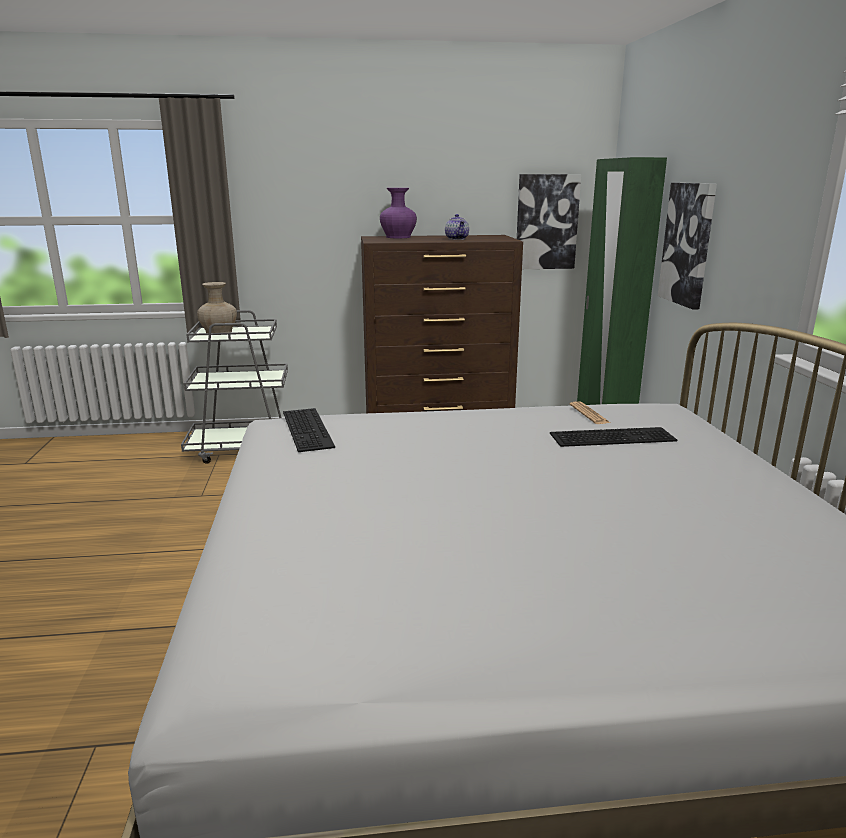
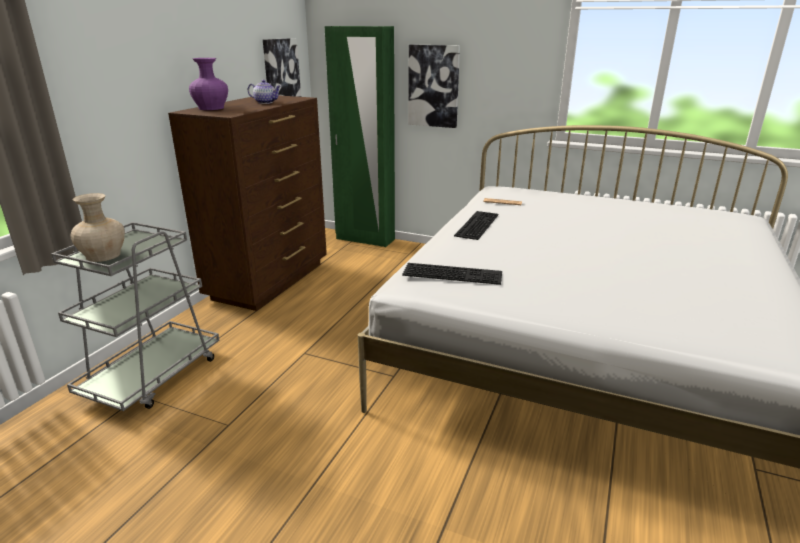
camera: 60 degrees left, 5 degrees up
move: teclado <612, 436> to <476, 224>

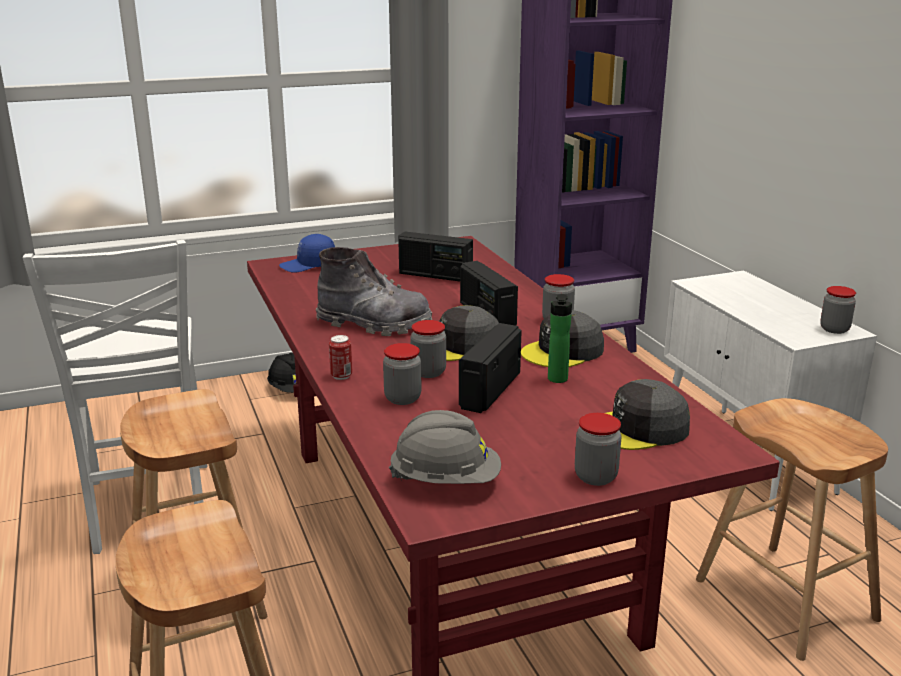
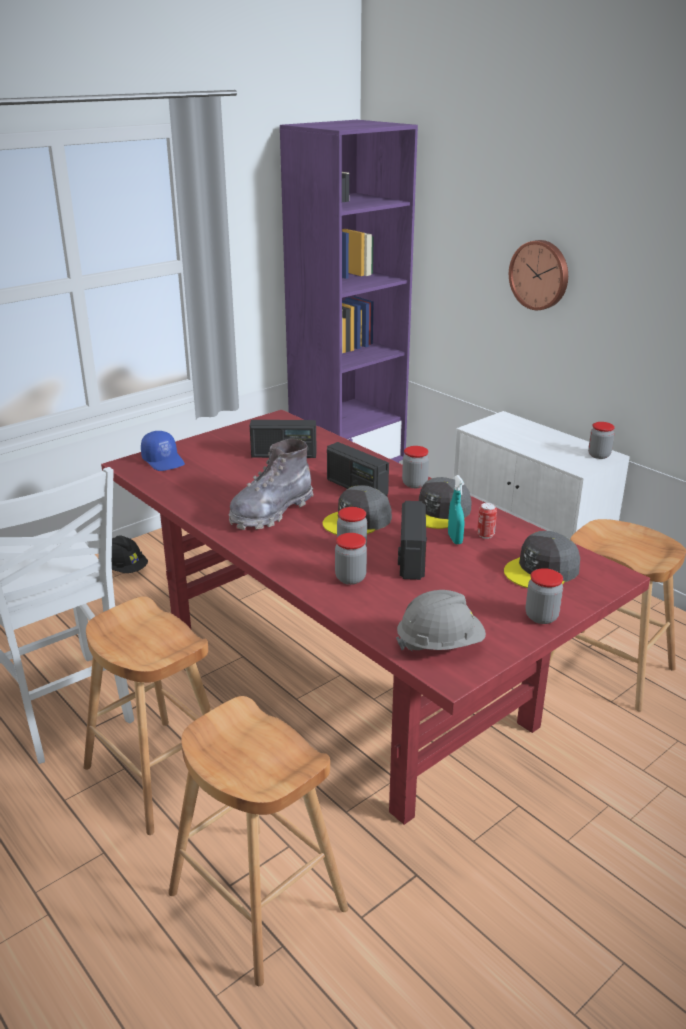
camera: 20 degrees left, 5 degrees up
insert: reloj de pared <540, 274>
move: lata <341, 376> to <485, 535>
replace: botella <557, 380> to pulverizador [turquesa] <455, 539>
rotate: gorra [azul] <308, 266> = <164, 461> 90 degrees counterclockwise; bota [gris] <374, 324> = <271, 512> 135 degrees clockwise

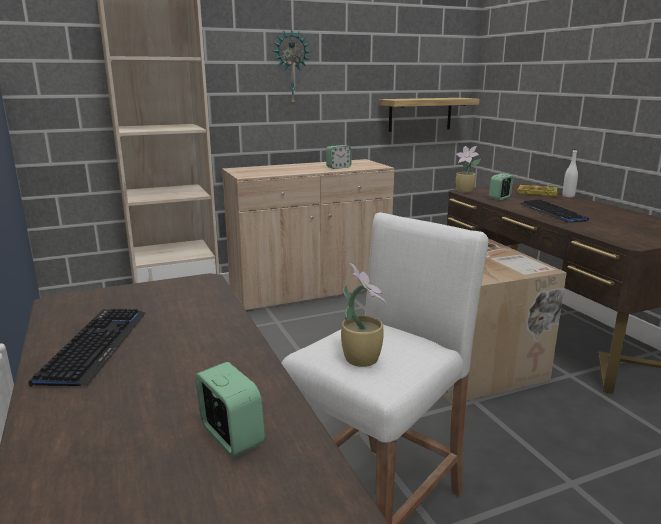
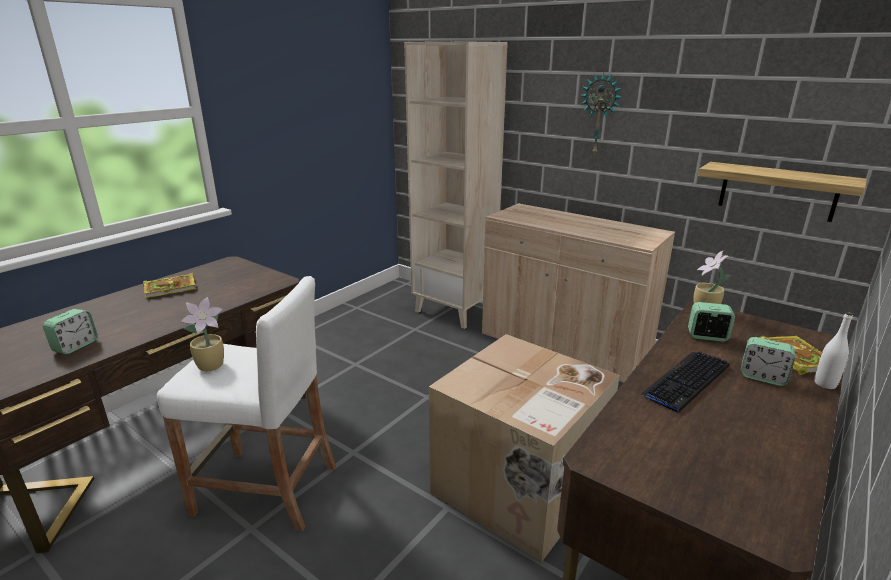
camera: 60 degrees right, 5 degrees up
move: despertador <338, 167> to <762, 377>
replace: teclado <95, 346> to libro <172, 288>

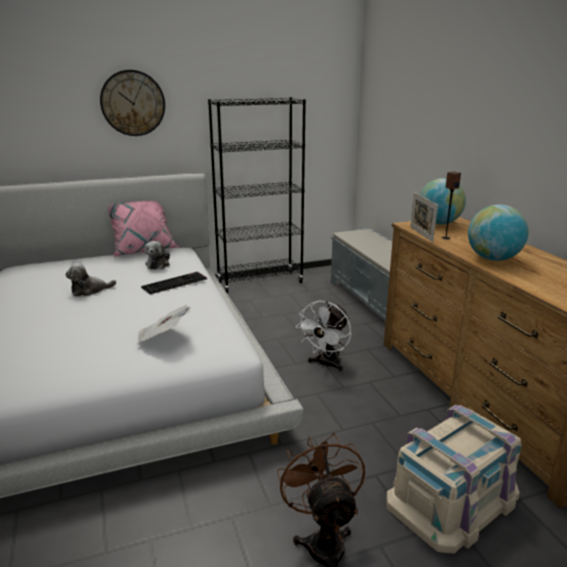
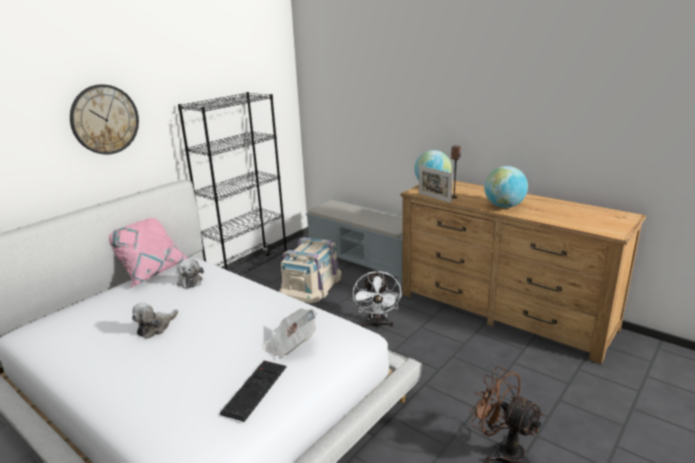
camera: 30 degrees left, 0 degrees up
move: teclado <175, 282> to <254, 388>; caja de almacenaje [beis] <452, 499> to <311, 284>

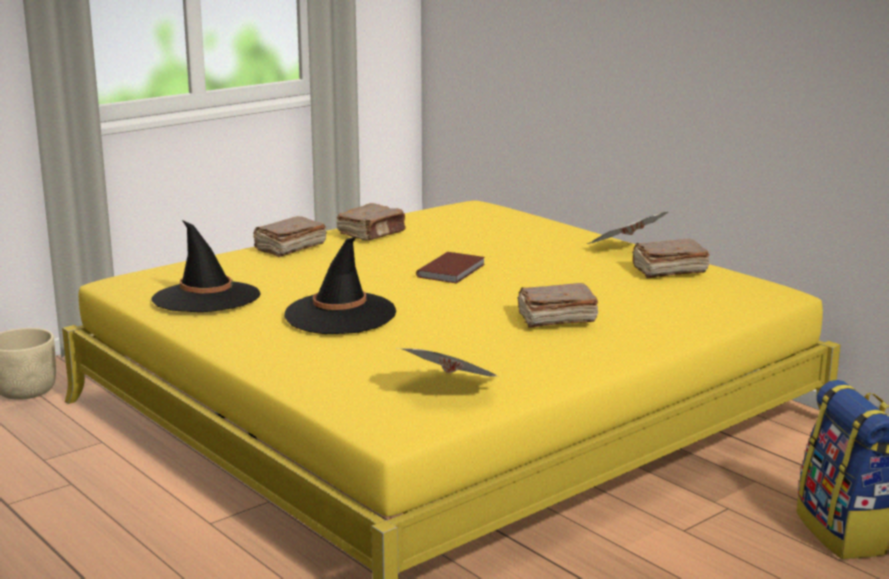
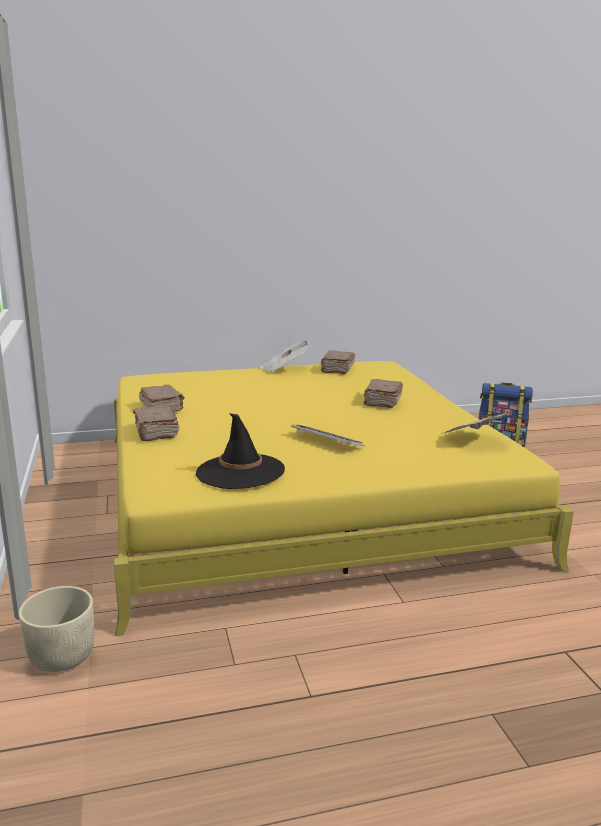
camera: 65 degrees left, 0 degrees up
delete: libro [marrón] <453, 270>
replace: sombrero [negro] <340, 314> to teclado <326, 441>

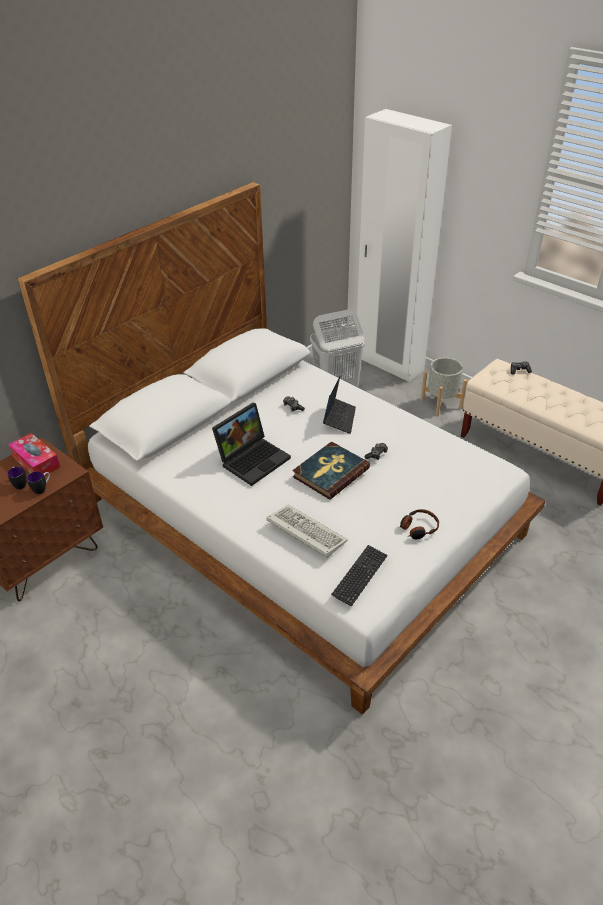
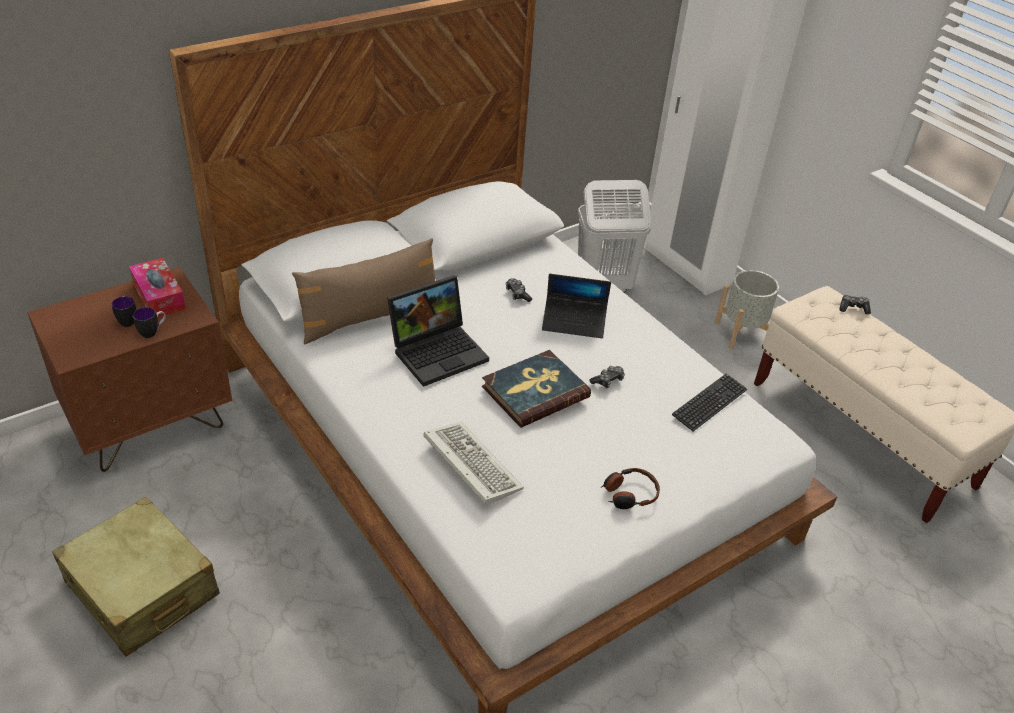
camera: 10 degrees right, 0 degrees up
insert: maleta [beis] <142, 590>; cojín [marrón] <370, 318>
move: teclado <360, 576> to <709, 403>
rotate: portátil <339, 419> = <574, 322> 75 degrees clockwise

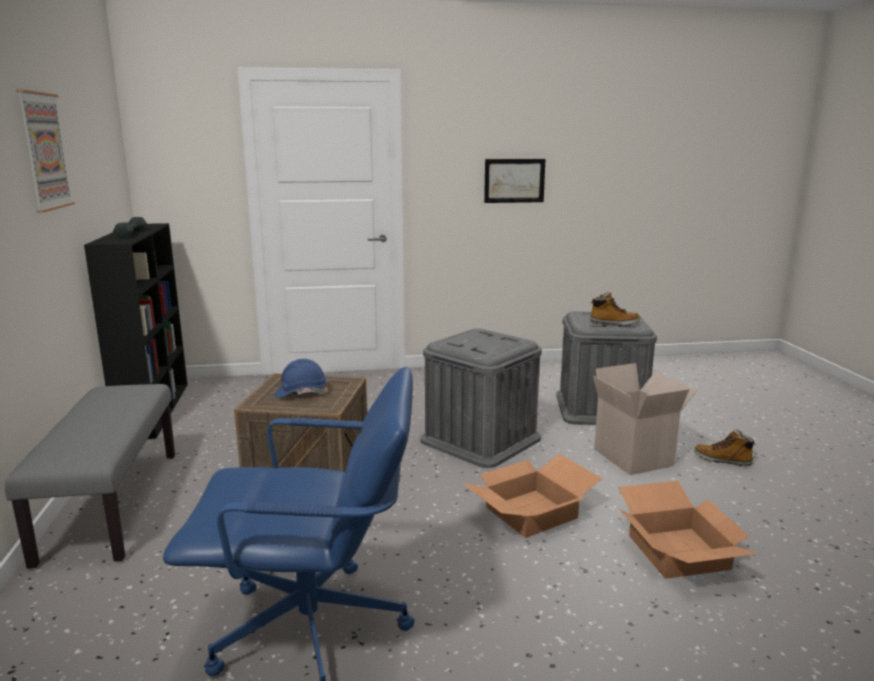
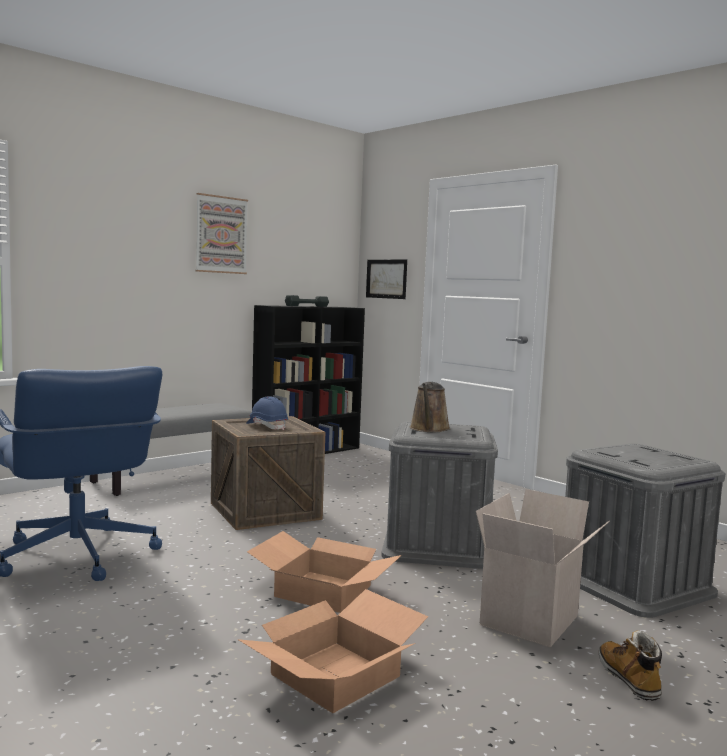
camera: 55 degrees right, 10 degrees down
delete: bota <614, 323>
insert: regadera [marrón] <429, 429>
move: cuadro <514, 180> to <386, 279>

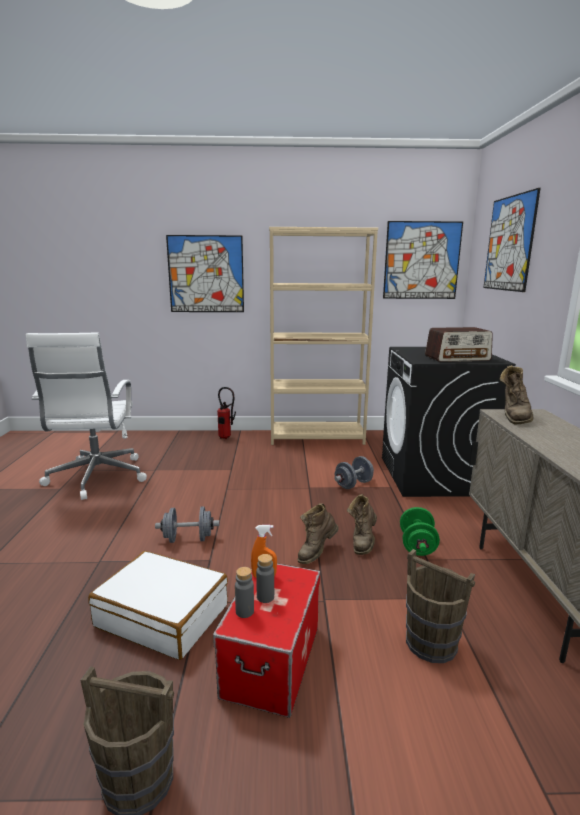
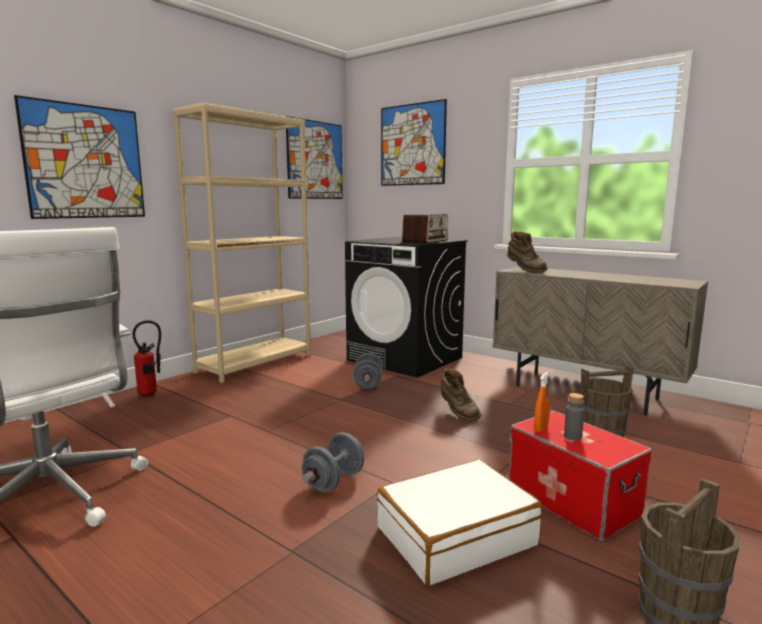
camera: 50 degrees left, 5 degrees down
delete: botella [gris] <244, 611>; bota [marrón] <316, 552>; mancuerna [verde] <417, 545>

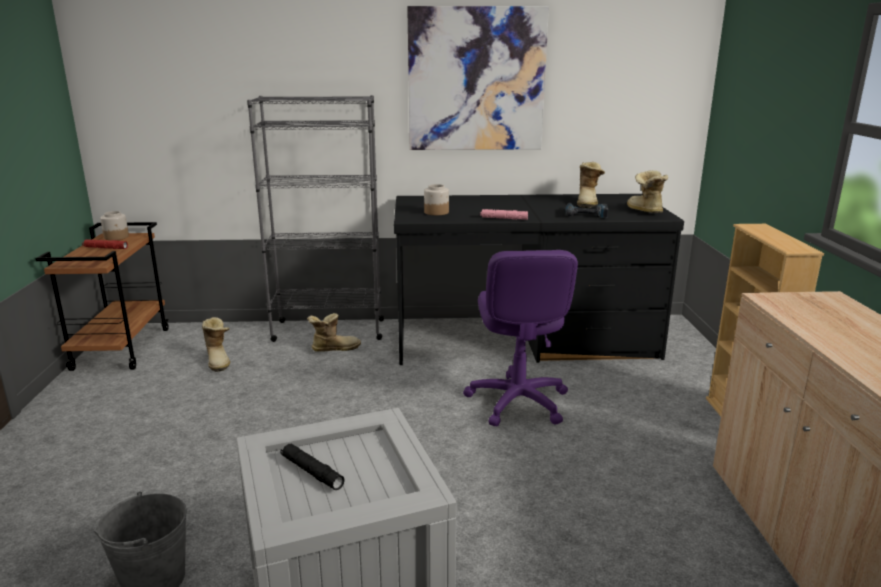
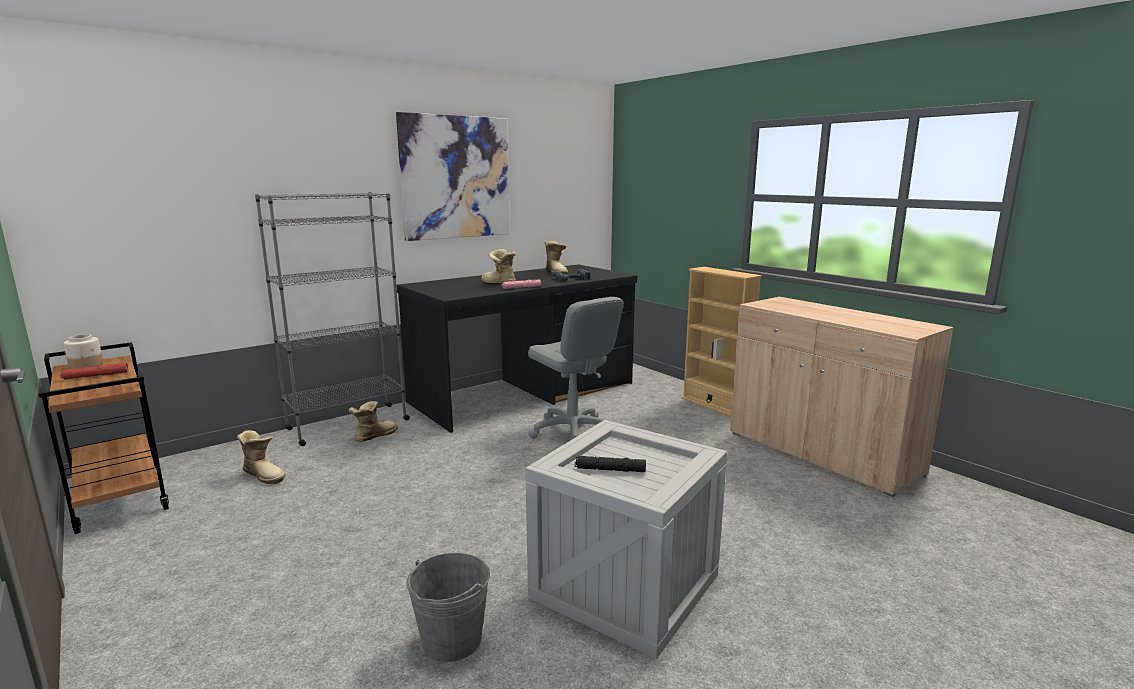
camera: 35 degrees left, 5 degrees down
delete: tarro <436, 212>
move: bota <643, 211> to <498, 283>
recolor: silla de oficina [morado] <517, 402> to silla de oficina [gris] <572, 431>

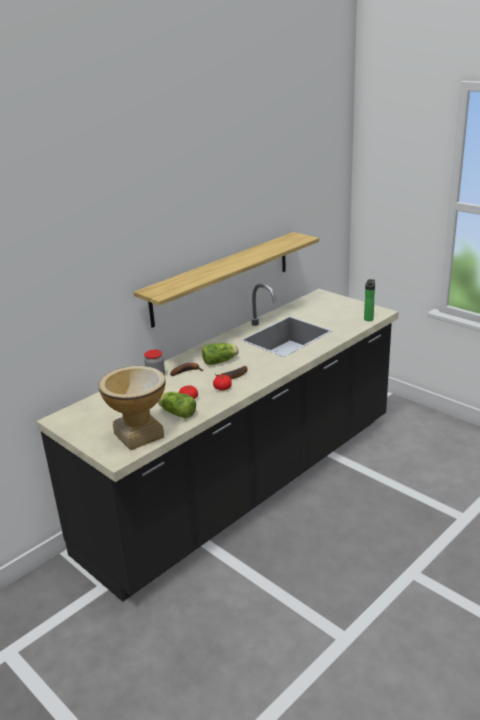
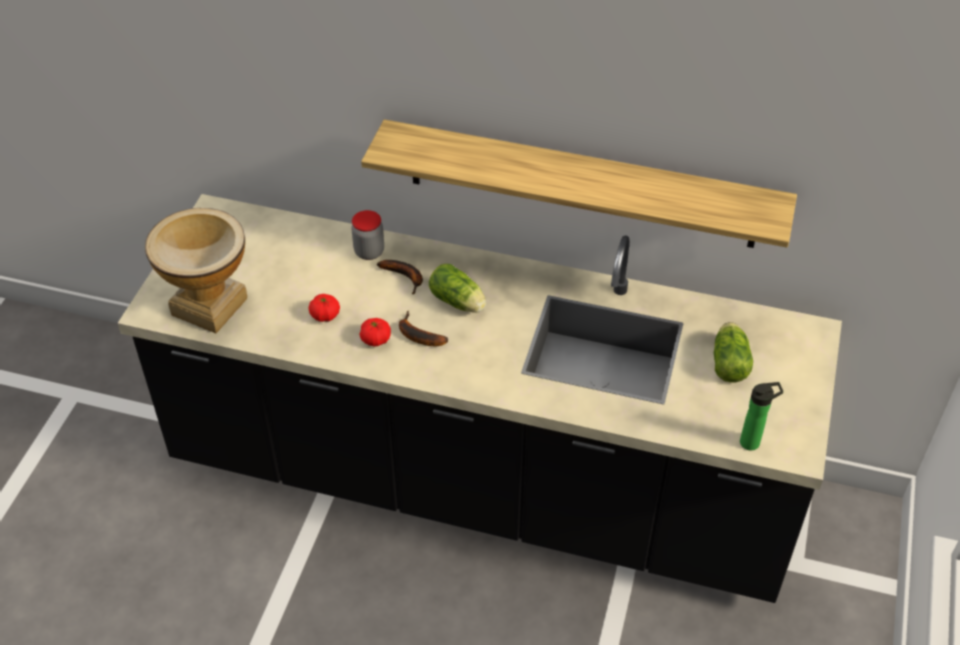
camera: 60 degrees right, 20 degrees up
move: lechuga <176, 413> to <729, 361>

